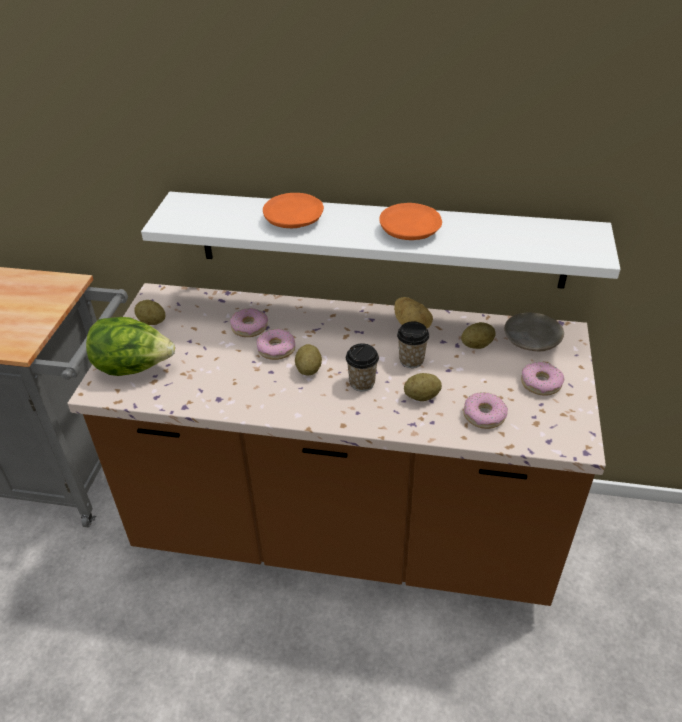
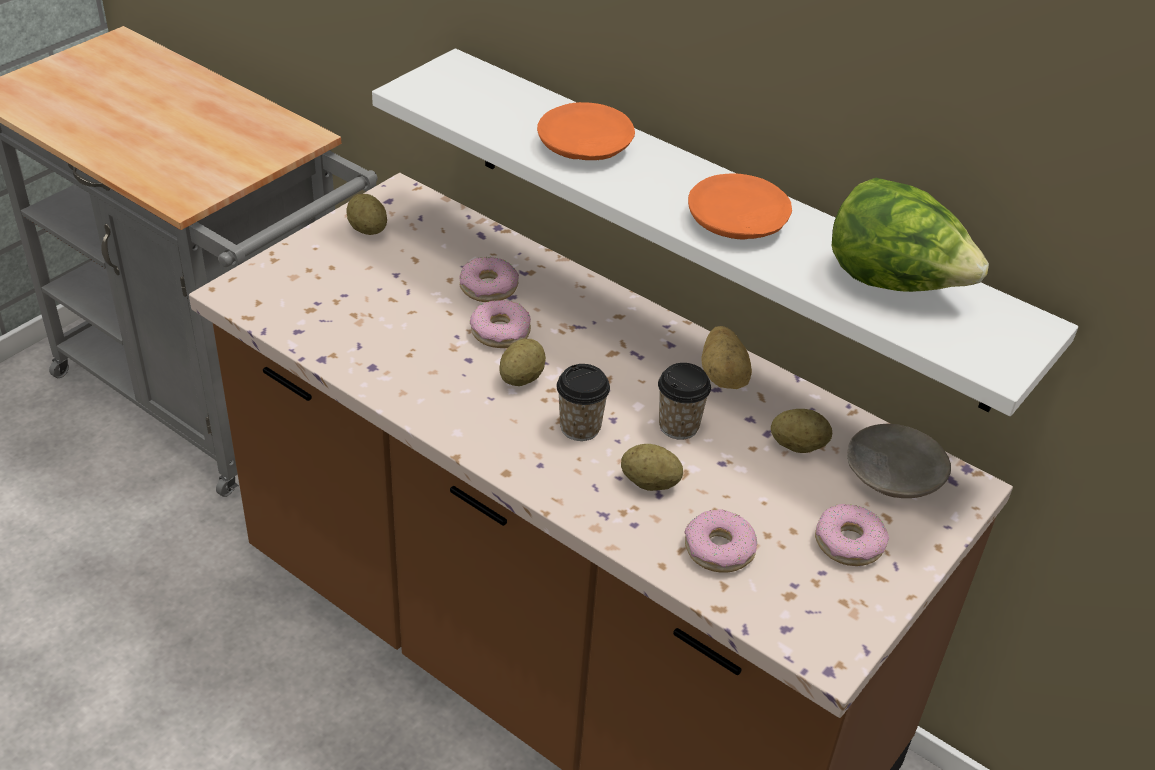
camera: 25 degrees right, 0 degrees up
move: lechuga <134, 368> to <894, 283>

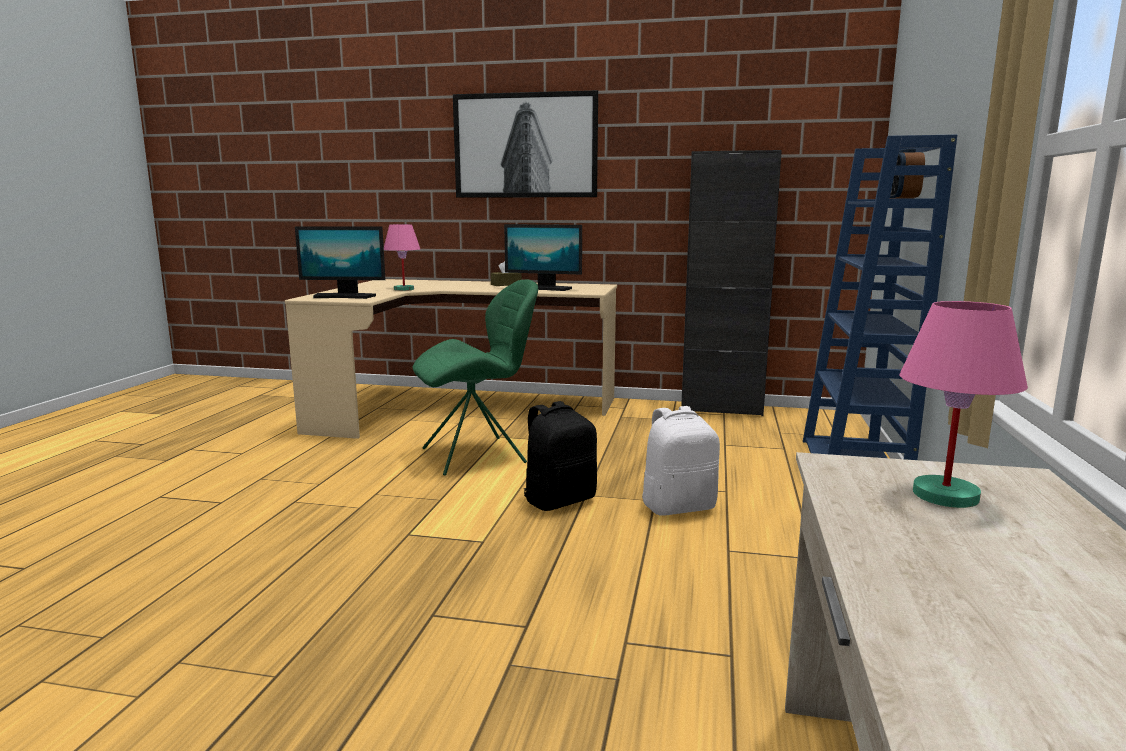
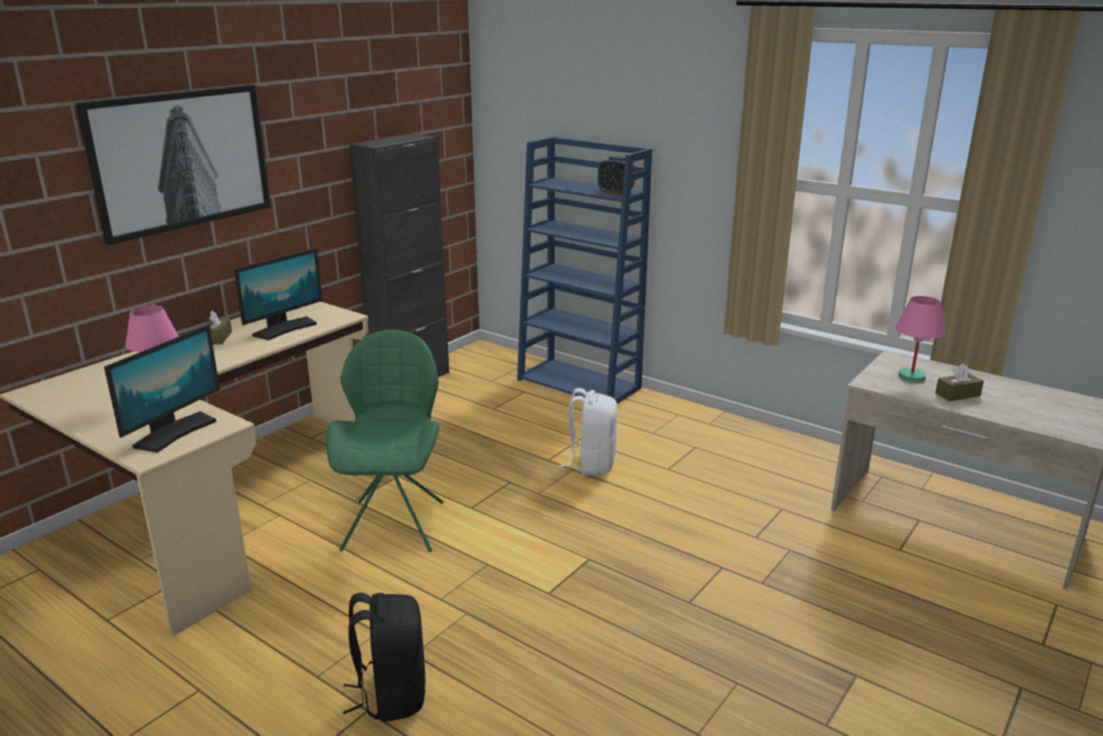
camera: 65 degrees left, 10 degrees up
insert: caja de pañuelos [marrón] <957, 394>
move: mochila [negro] <559, 500> to <391, 694>

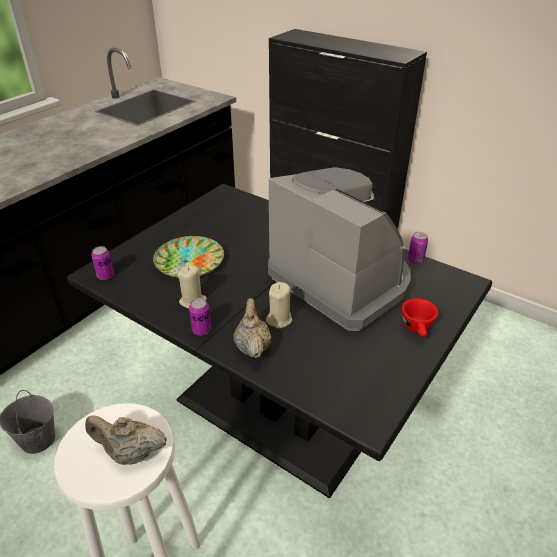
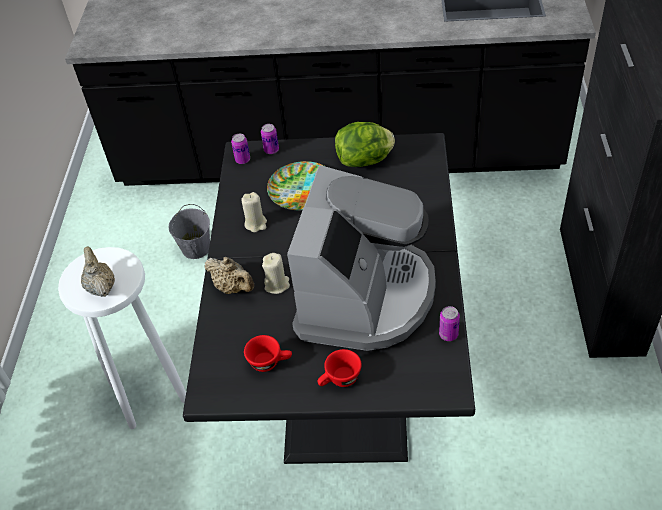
camera: 60 degrees right, 10 degrees up
insert: taza [rojo] <270, 362>; lechuga <365, 161>
move: lata <201, 330> to <271, 150>
rotate: tetera [beis] <252, 347> = <233, 287> 75 degrees clockwise

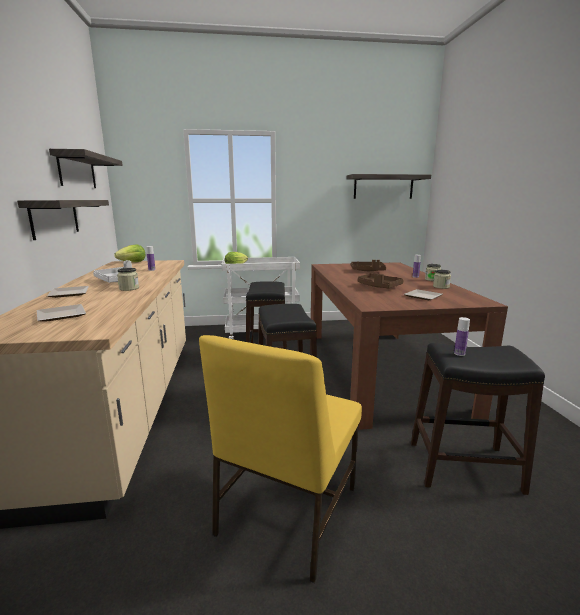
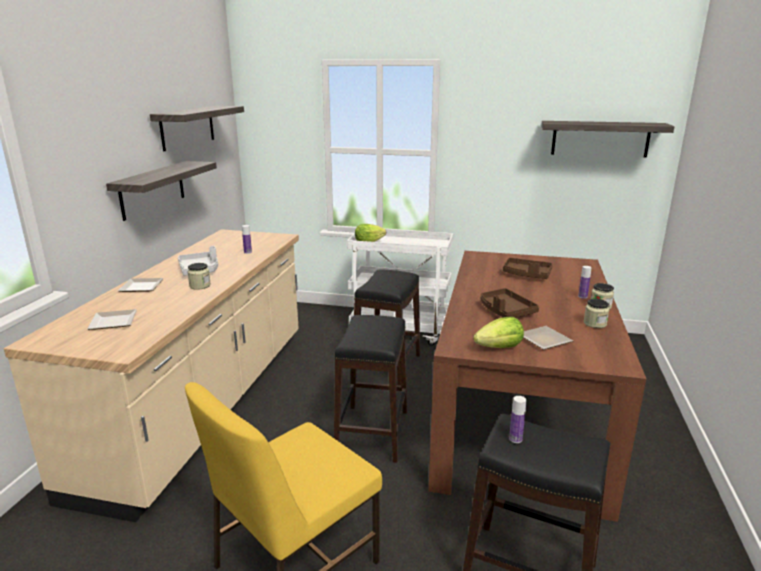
camera: 20 degrees right, 5 degrees up
move: lechuga <133, 262> to <499, 348>

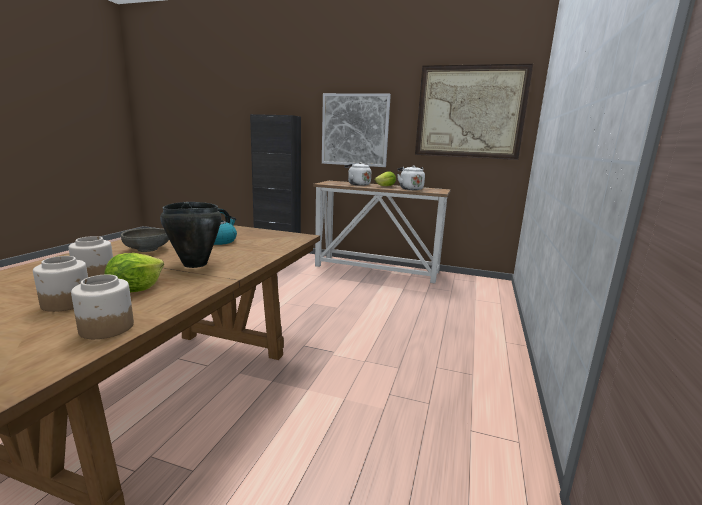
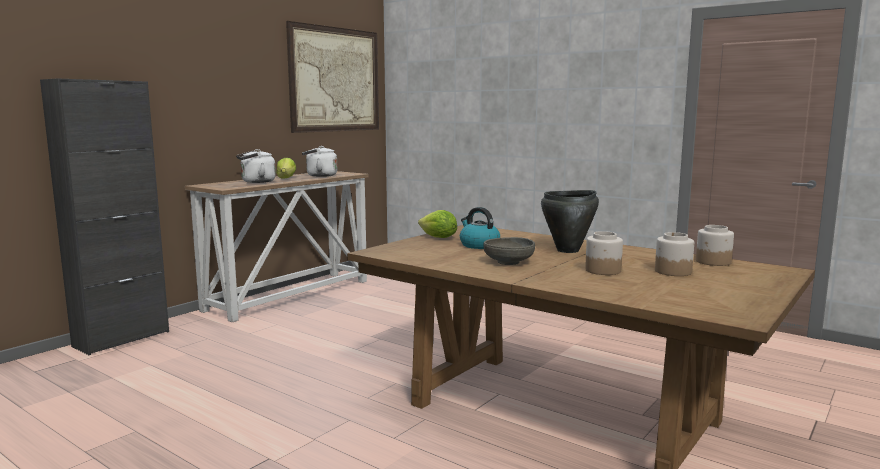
camera: 70 degrees left, 5 degrees down
delete: cuadro <355, 130>
move: lechuga <136, 289> to <438, 238>

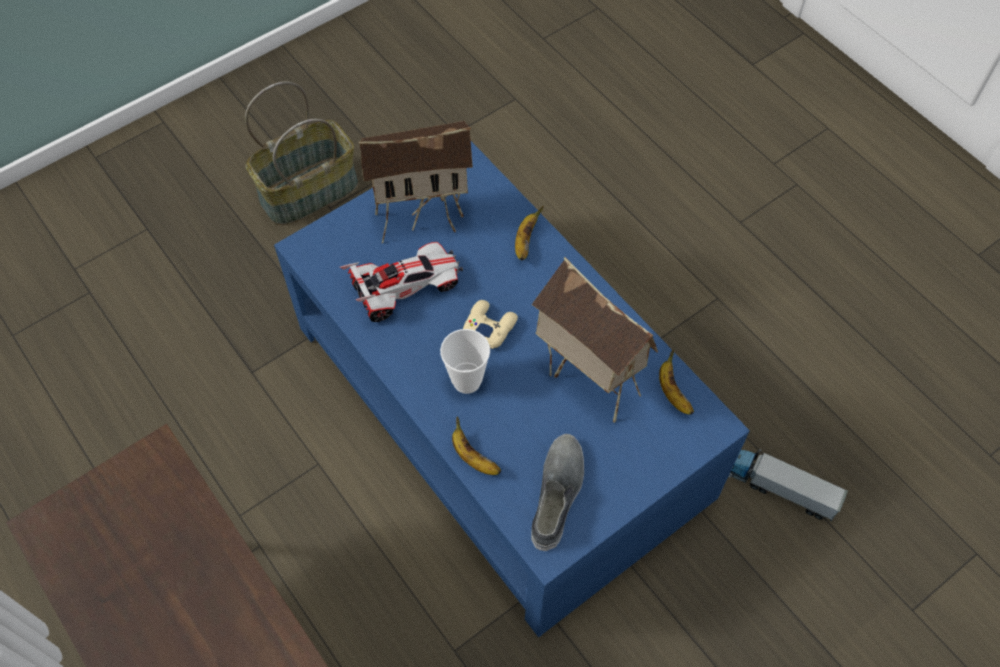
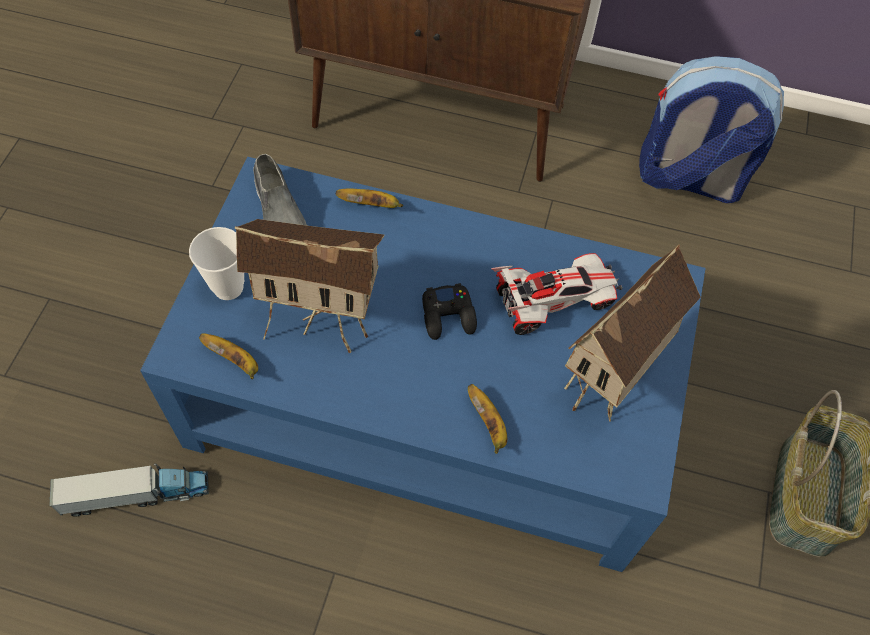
camera: 140 degrees right, 0 degrees up
insert: mochila <688, 179>
move: taza <467, 381> to <228, 287>
recolor: mando de consola [beis] <489, 326> to mando de consola [negro] <448, 316>
rotate: coche de juguete <405, 289> = <553, 301> 135 degrees counterclockwise

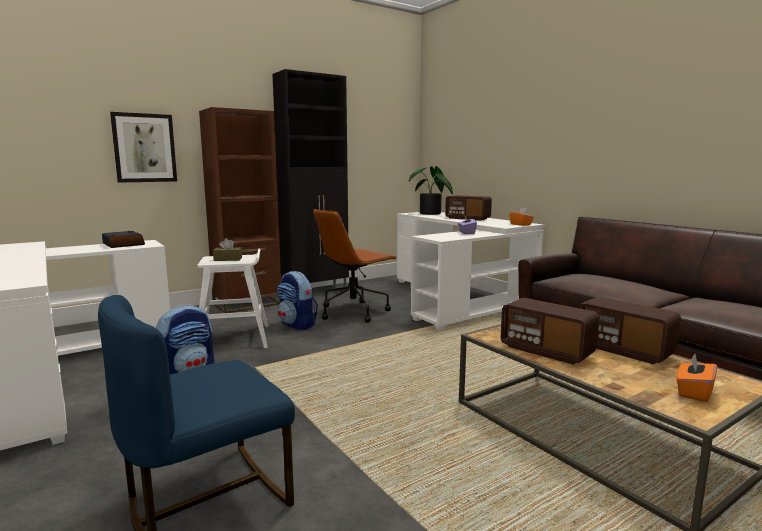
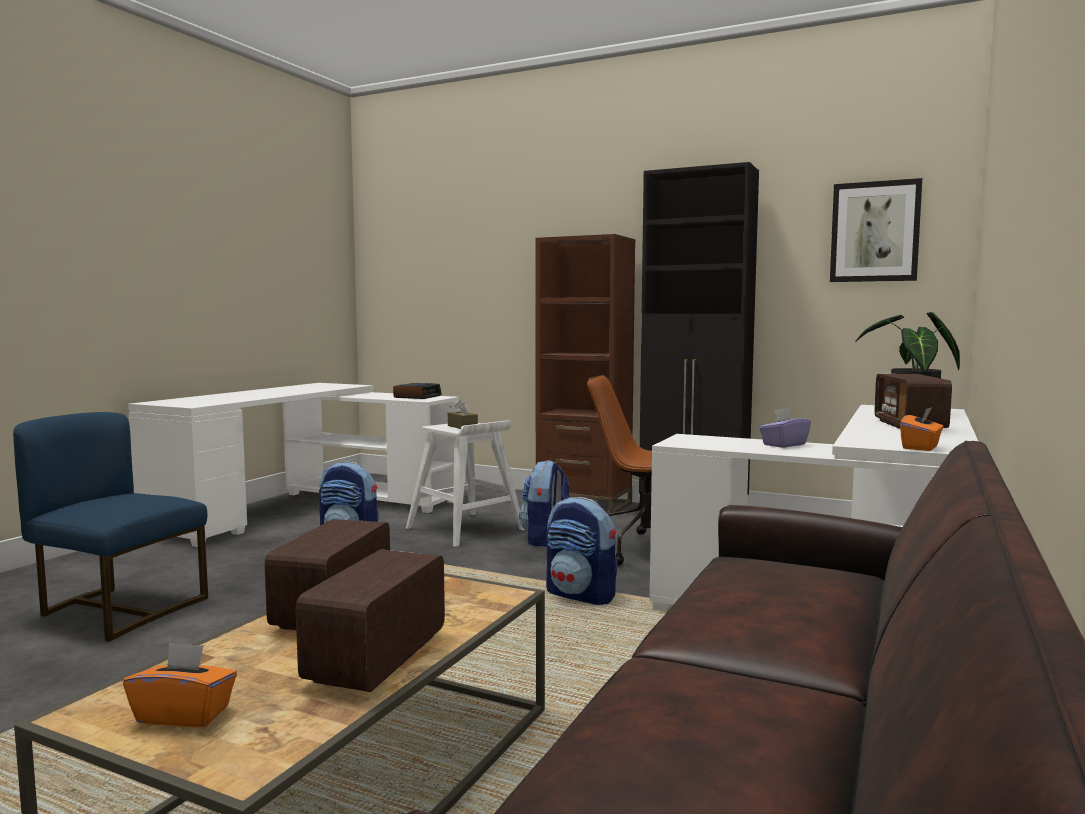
camera: 60 degrees right, 5 degrees down
insert: mochila <581, 596>
move: cuadro <144, 148> to <875, 232>

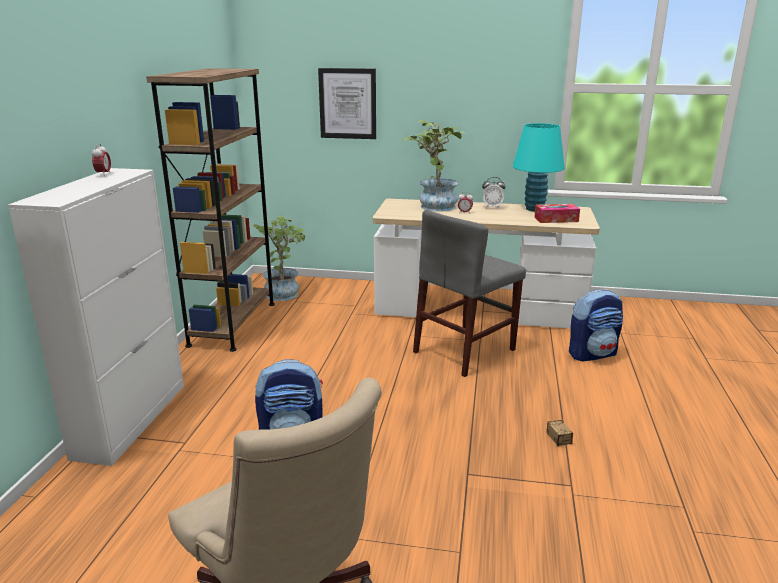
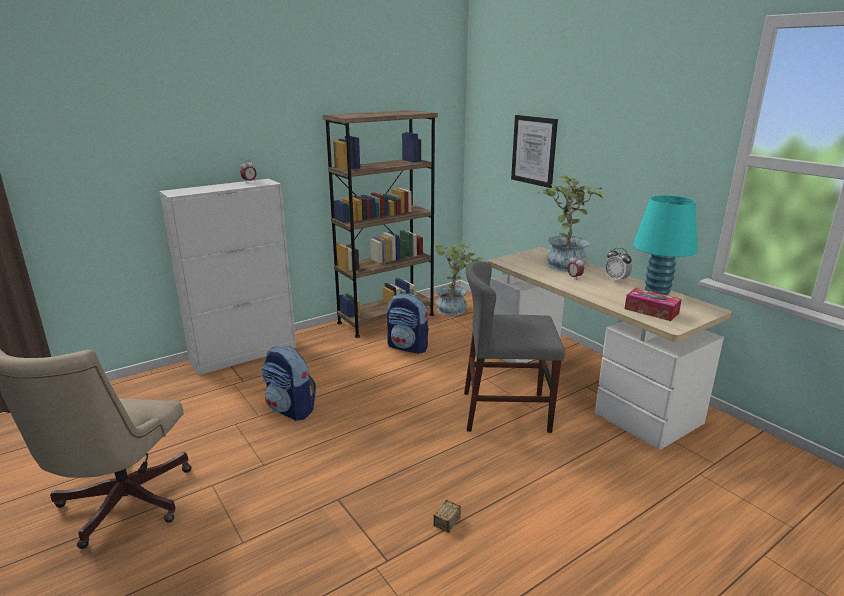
camera: 45 degrees right, 0 degrees up
move: mochila <592, 354> to <408, 347>

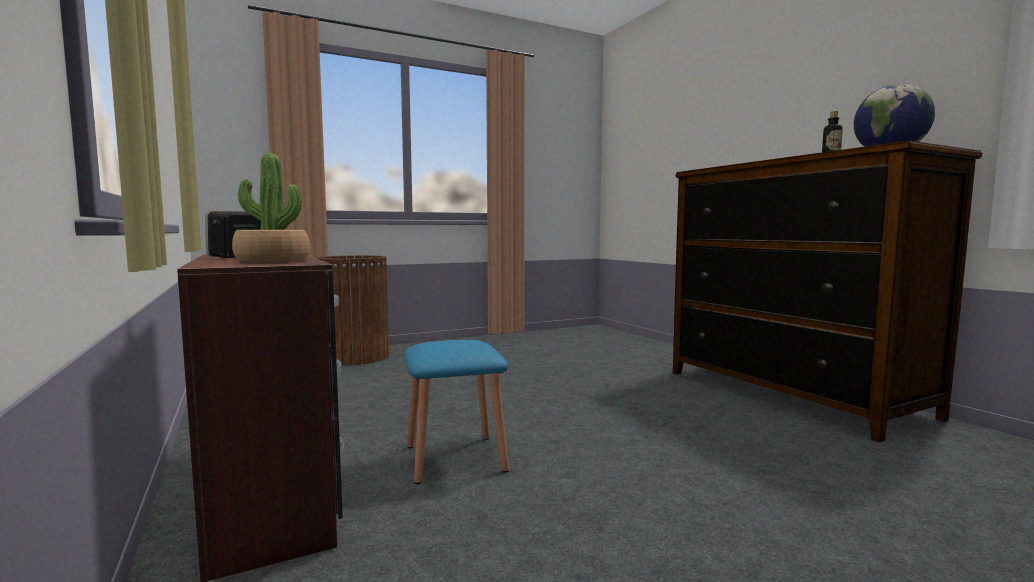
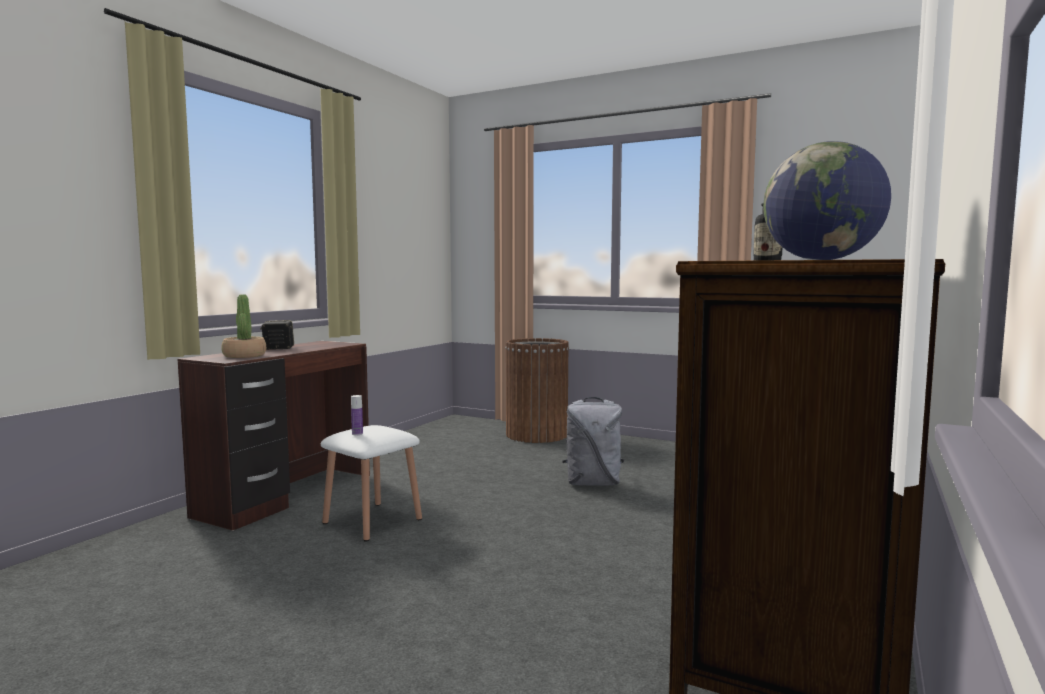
camera: 55 degrees right, 0 degrees up
insert: botella <357, 434>; mochila [gris] <593, 483>
recolor: taburete [azul] <455, 458> to taburete [blanco] <372, 521>

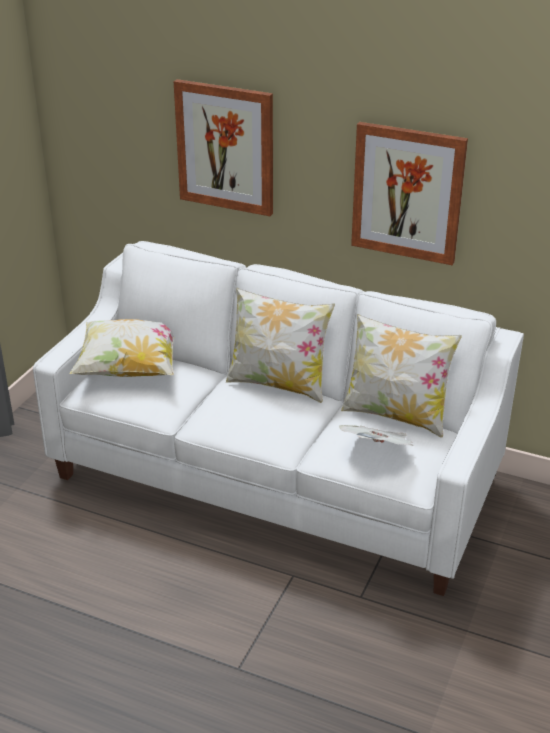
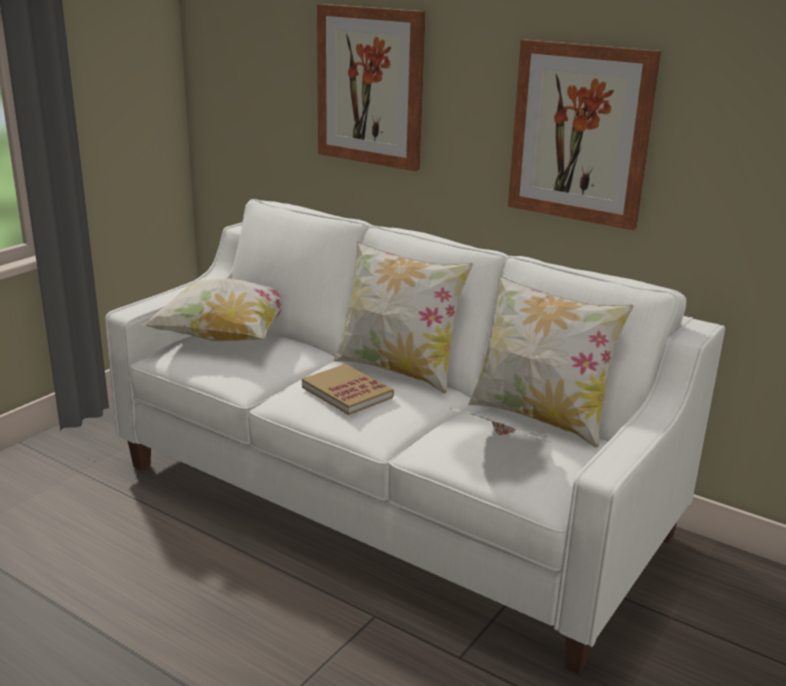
camera: 10 degrees right, 10 degrees down
insert: libro <347, 392>

